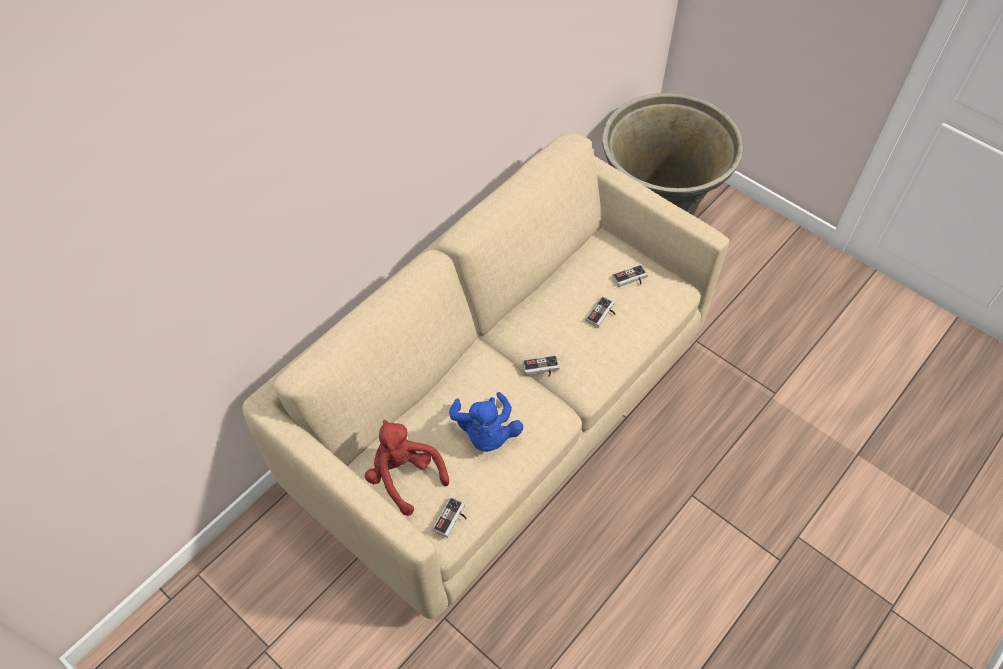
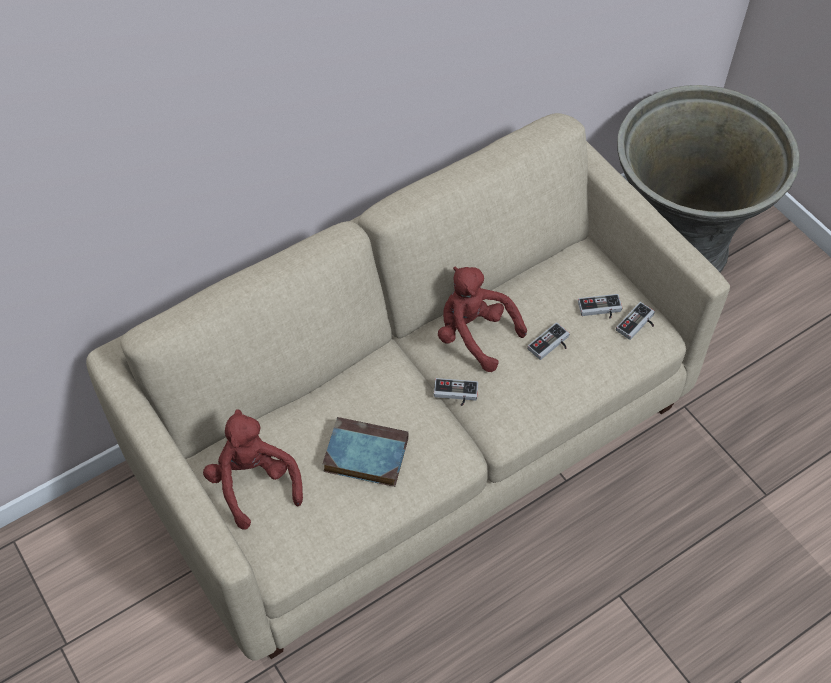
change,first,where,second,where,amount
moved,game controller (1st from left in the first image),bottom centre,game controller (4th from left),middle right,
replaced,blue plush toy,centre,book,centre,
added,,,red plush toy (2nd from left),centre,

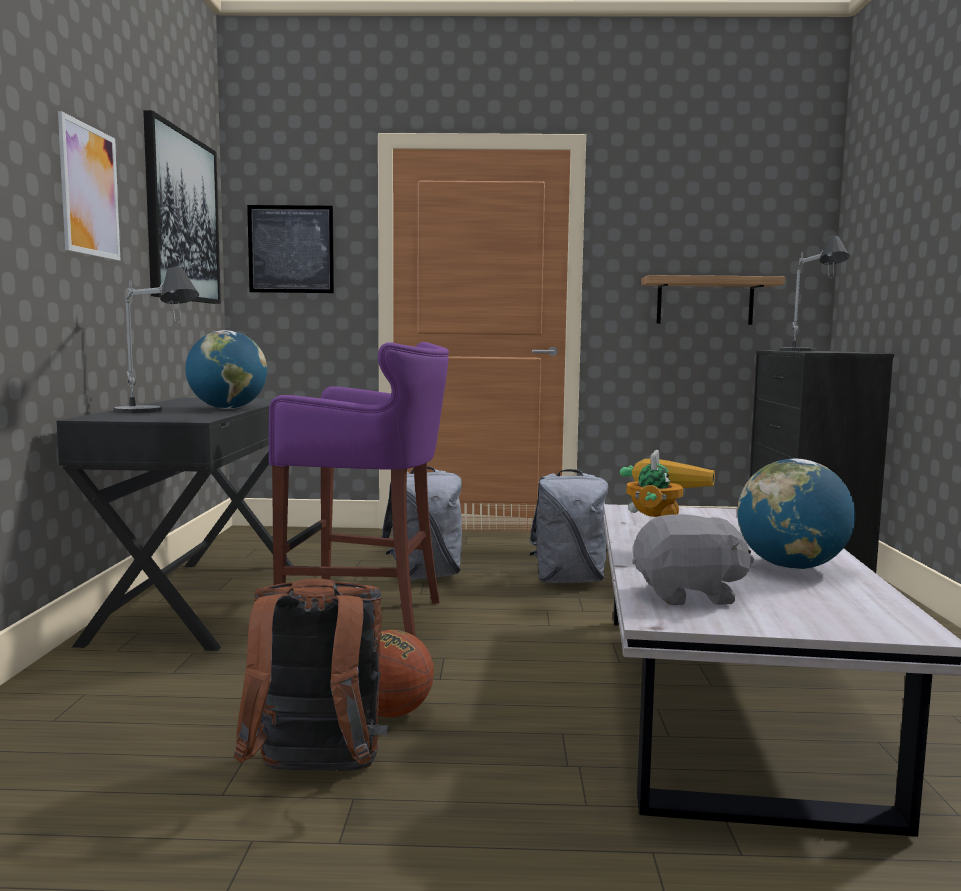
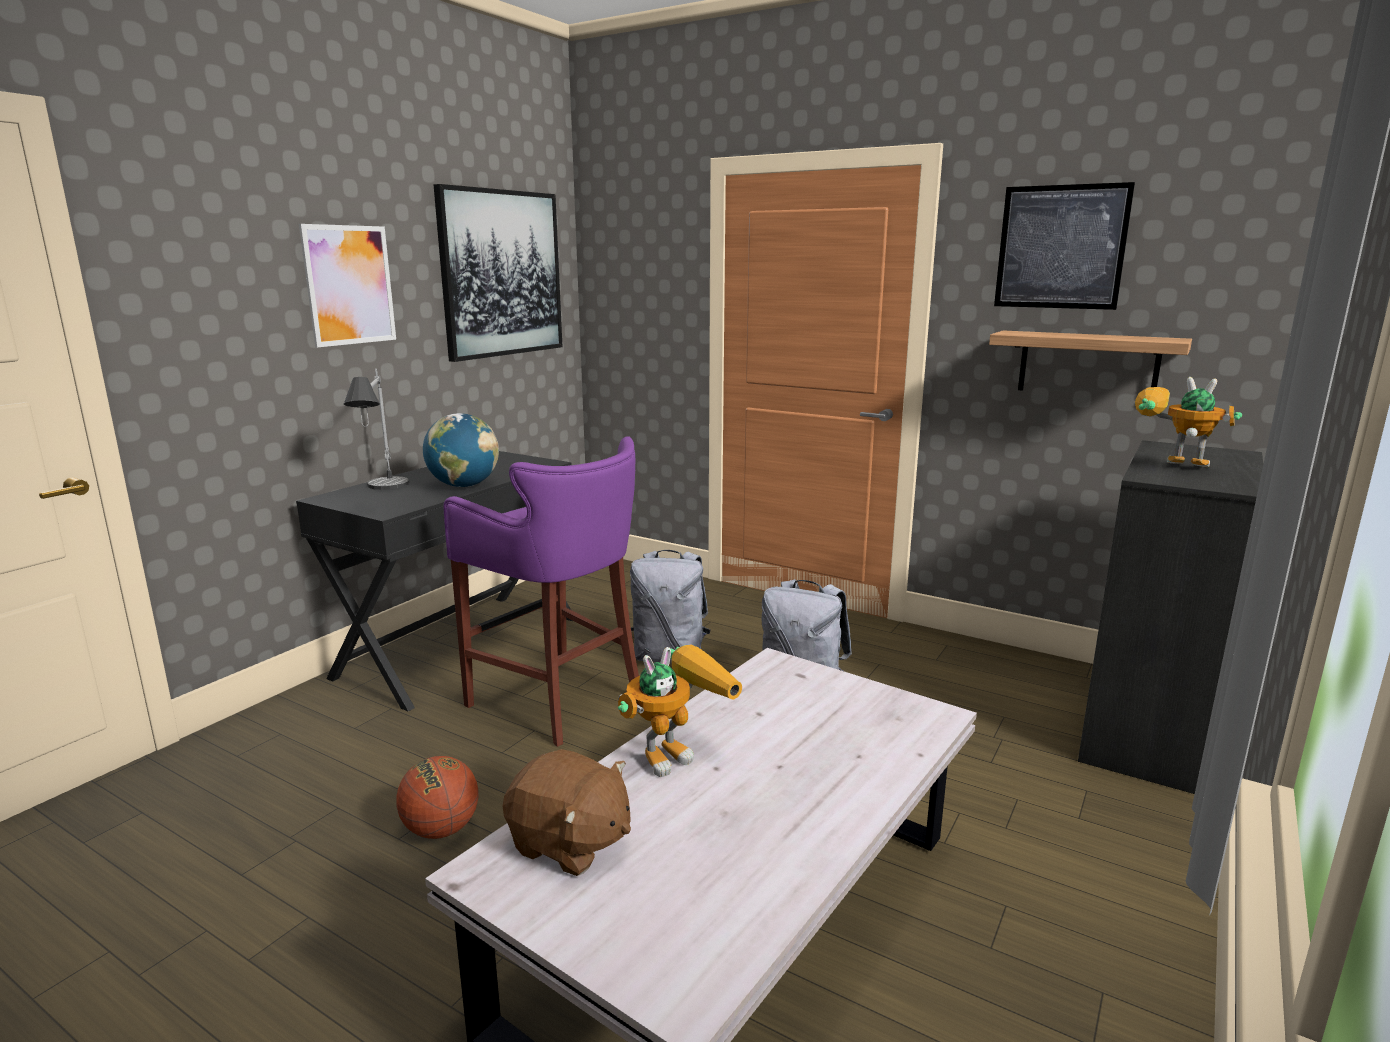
change,first,where,second,where,amount
removed,brown backpack,bottom left,,,
moved,picture (3rd from left),top left,,top right,
recoloured,grey plush toy,middle right,brown plush toy,bottom centre,
removed,globe (2nd from left),middle right,,,
replaced,table lamp (2nd from left),top right,toy robot (2nd from left),middle right,

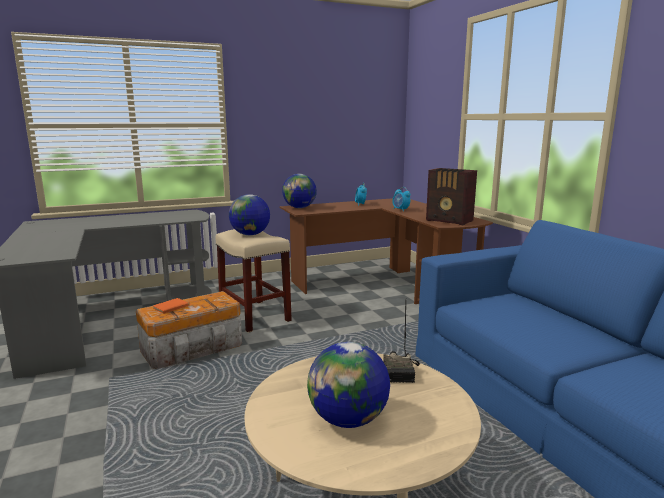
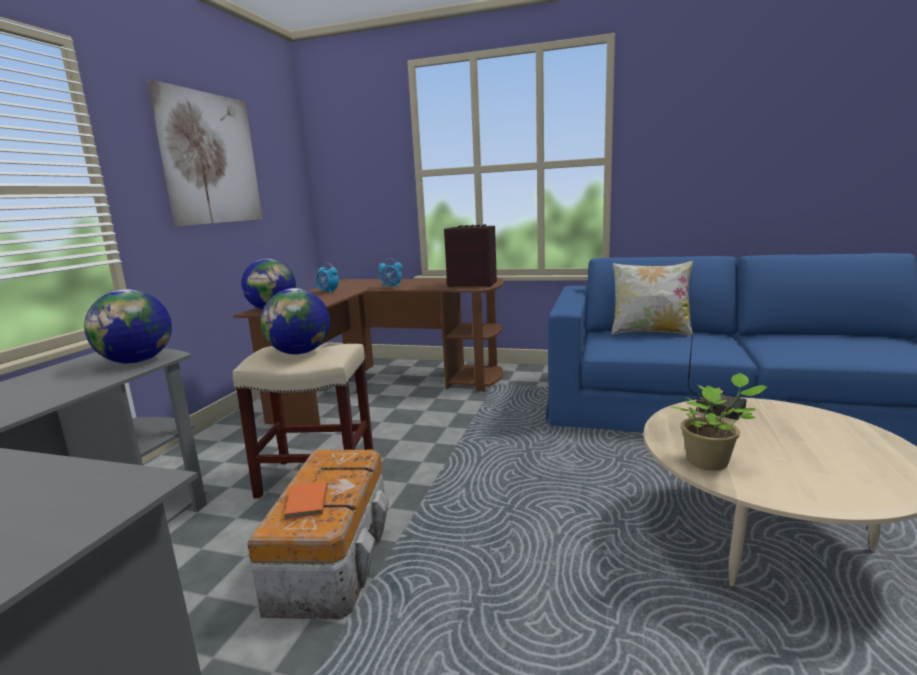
change,first,where,second,where,amount
moved,globe (3rd from left in the first image),bottom centre,globe (1st from left),middle left,
turned,radio (2nd from left in the first image),middle right,radio (1st from left),centre,150 degrees counterclockwise
added,,,picture,top left,
added,,,pillow,middle right,
added,,,potted plant,middle right,

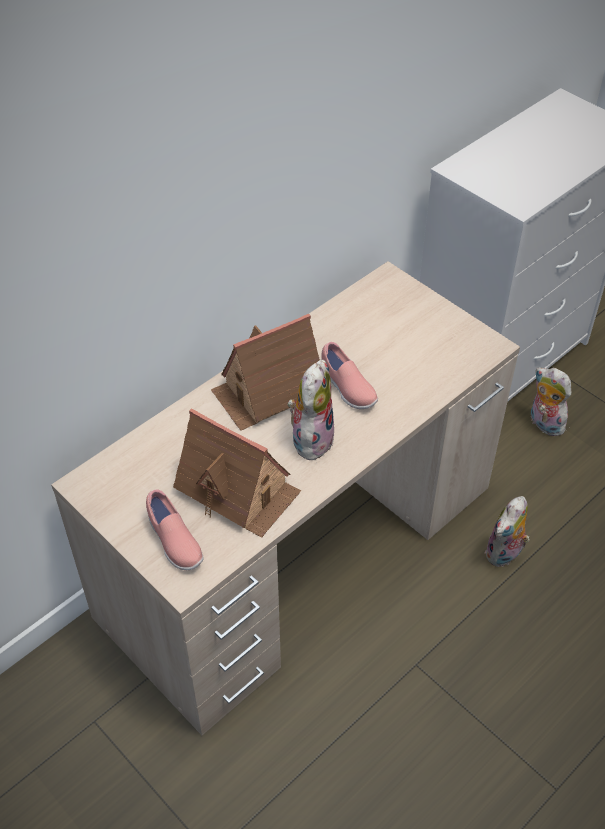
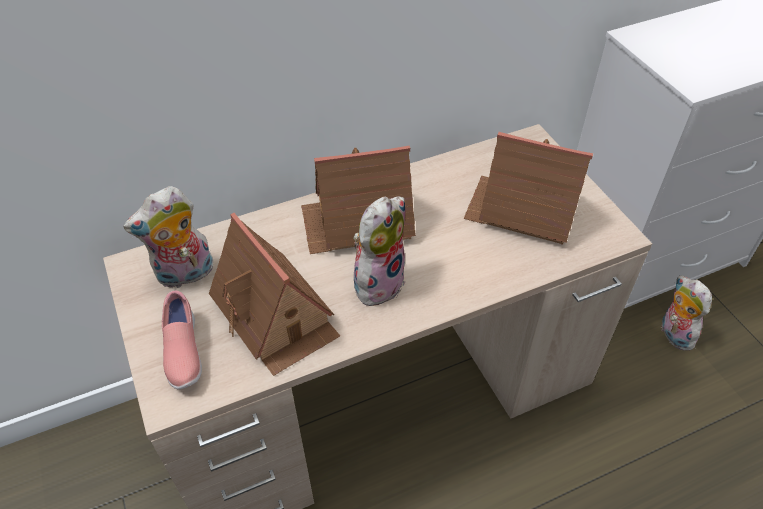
change,first,where,second,where,amount
removed,pink shoe (2nd from left),centre,,,
moved,plush toy (2nd from left in the first image),middle right,plush toy (1st from left),middle left,
added,,,toy house (3rd from left),middle right,

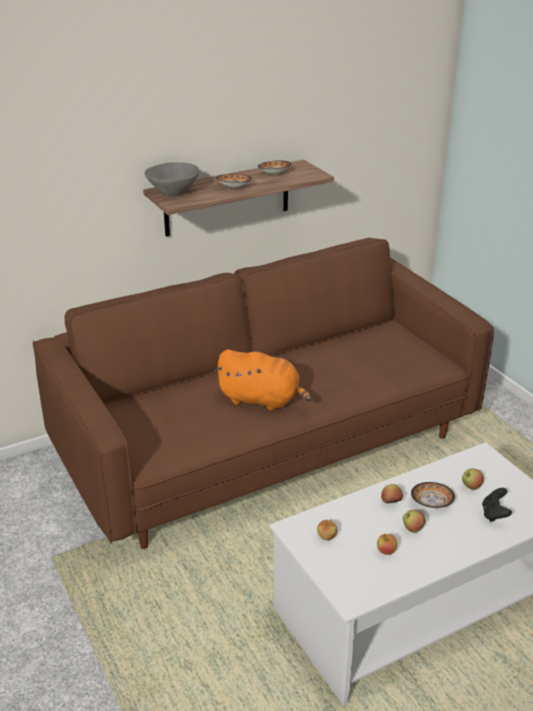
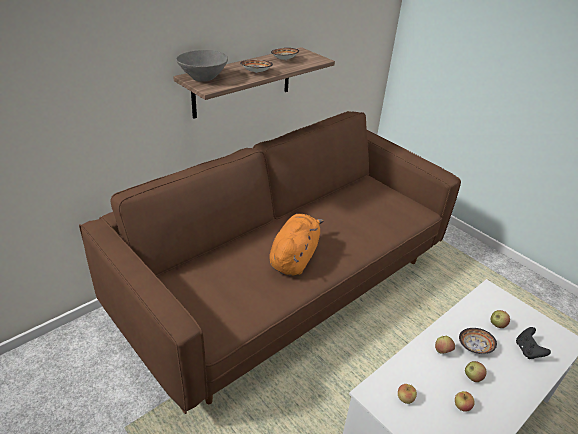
change,first,where,second,where,amount
turned,orange plush toy,centre,,centre,75 degrees counterclockwise

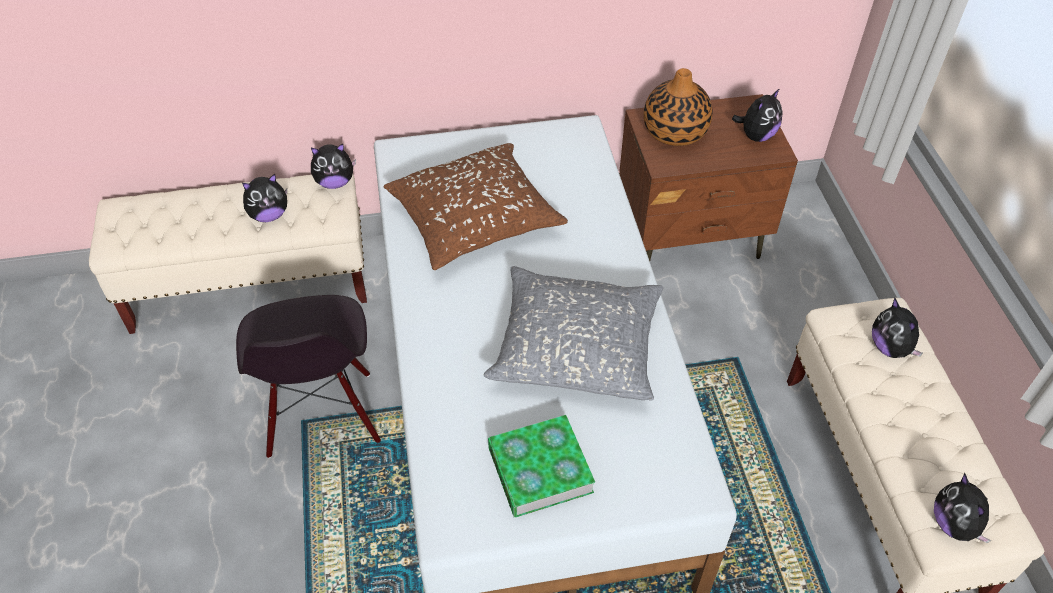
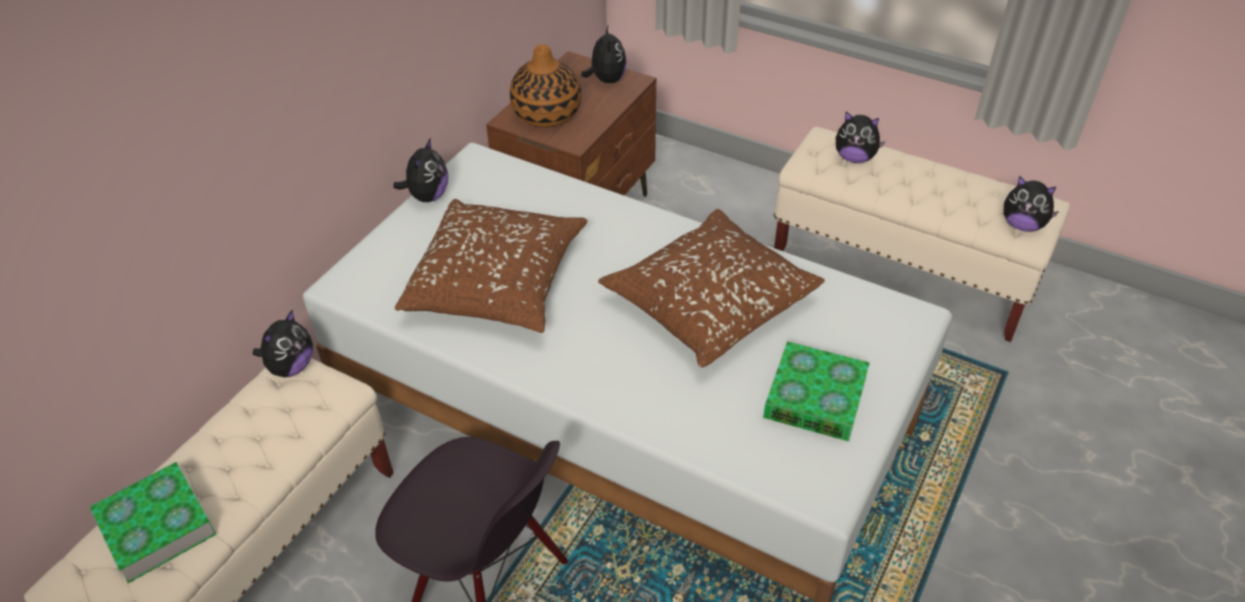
change,first,where,second,where,amount
moved,plush toy (1st from left in the first image),middle left,plush toy (2nd from left),top centre,
recoloured,grey pillow,centre,brown pillow (2nd from left),centre,
added,,,book (1st from left),bottom left,

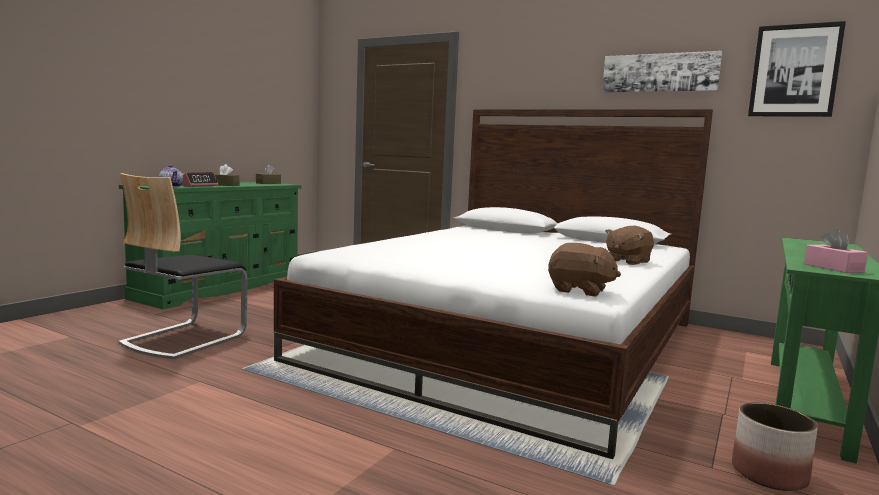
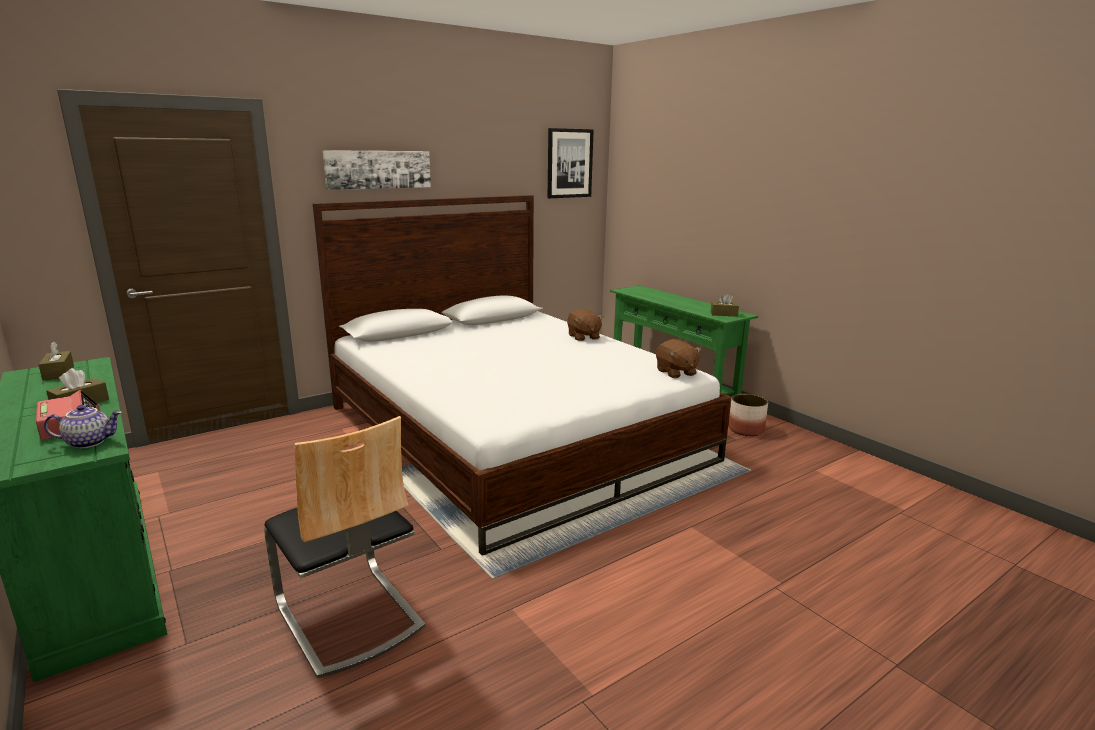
change,first,where,second,where,amount
turned,brown plush toy (1st from left in the first image),centre,brown plush toy (2nd from left),centre,105 degrees clockwise
moved,picture (1st from left),top right,,top centre,
recoloured,pink tissue box,middle right,brown tissue box (3rd from left),centre,

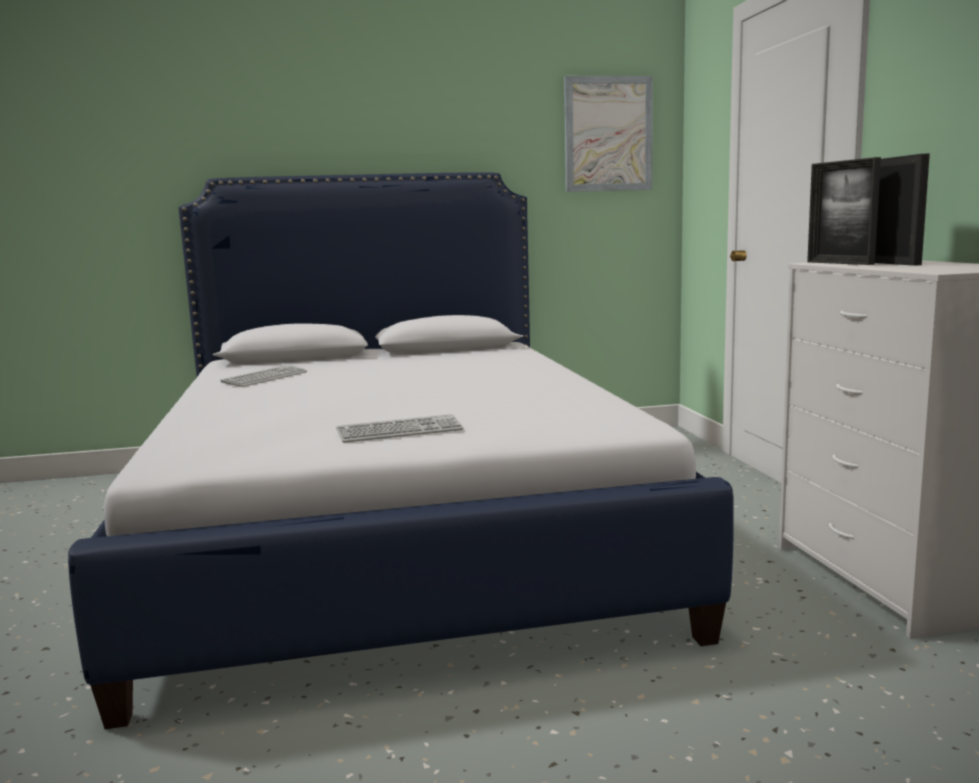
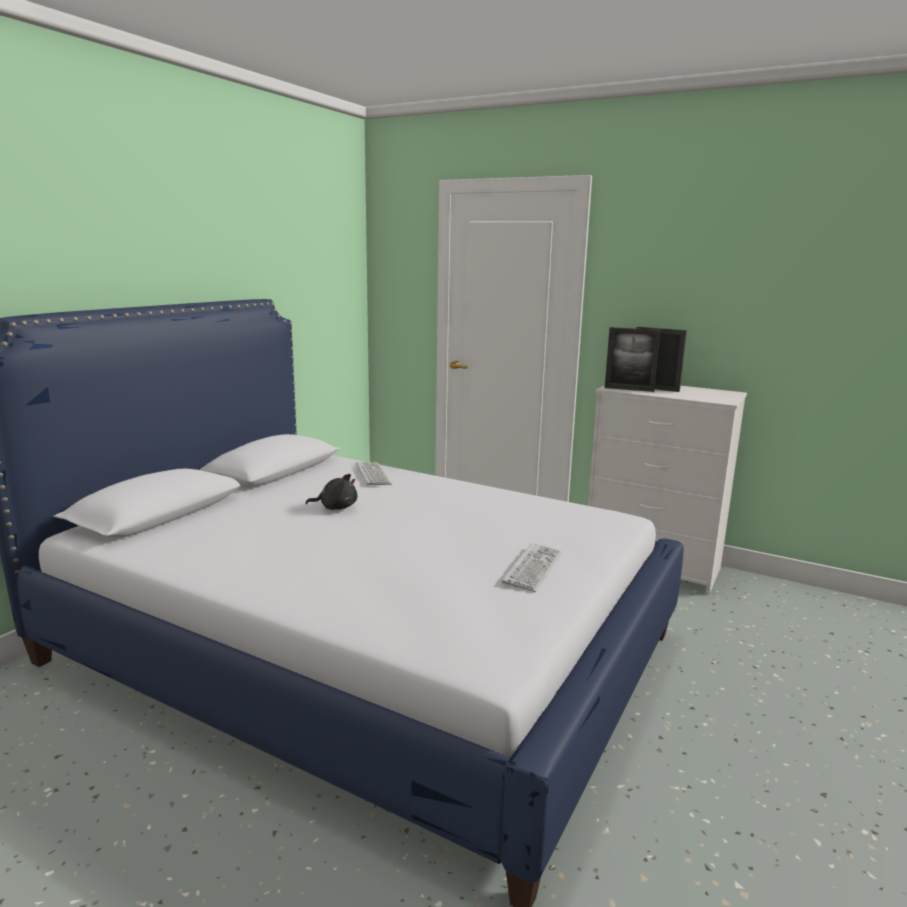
change,first,where,second,where,amount
moved,keyboard (1st from left),middle left,,centre,
removed,picture,top centre,,,
added,,,black plush toy,centre,

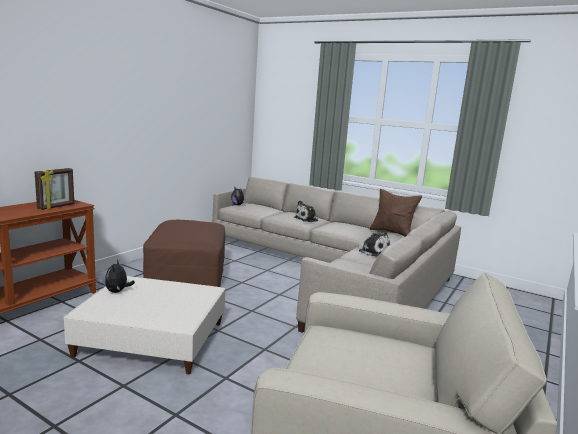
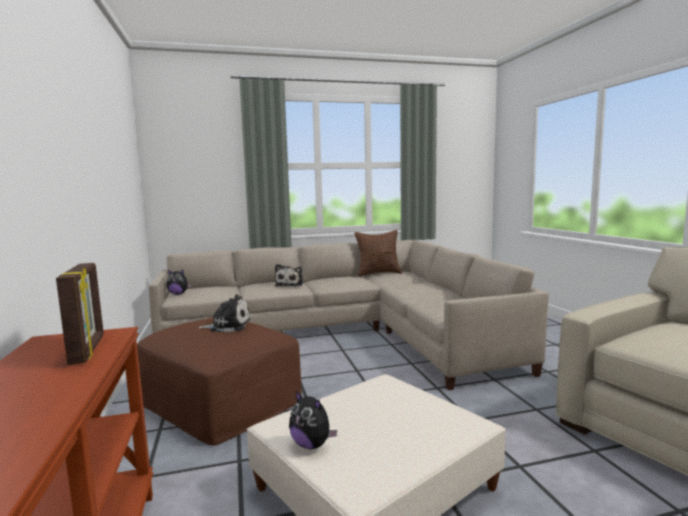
change,first,where,second,where,amount
moved,plush toy (4th from left in the first image),centre,plush toy (2nd from left),middle left,

